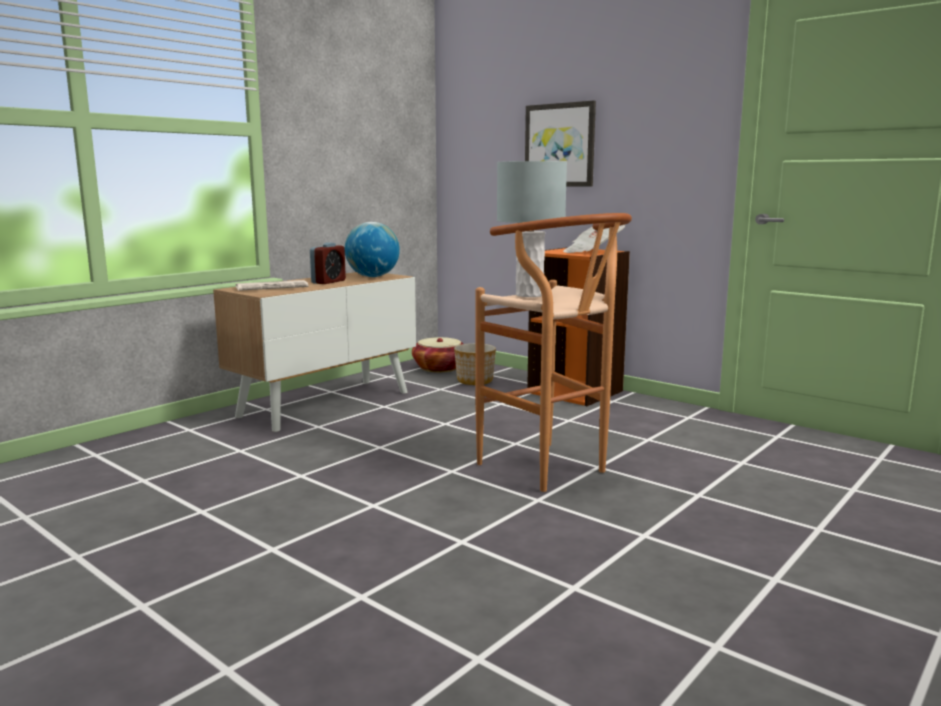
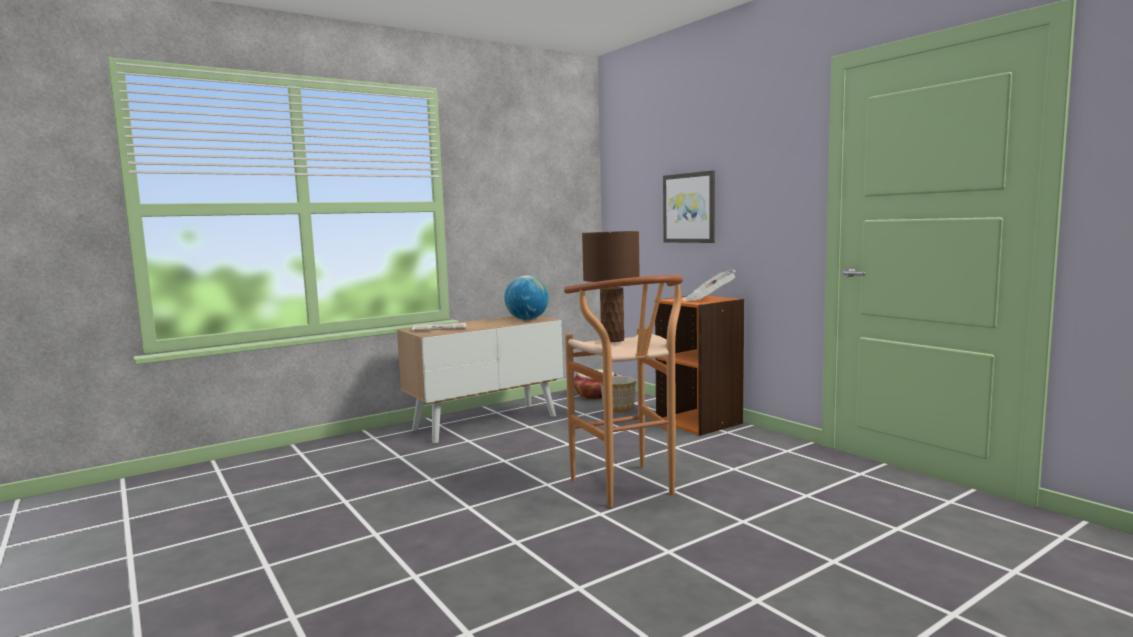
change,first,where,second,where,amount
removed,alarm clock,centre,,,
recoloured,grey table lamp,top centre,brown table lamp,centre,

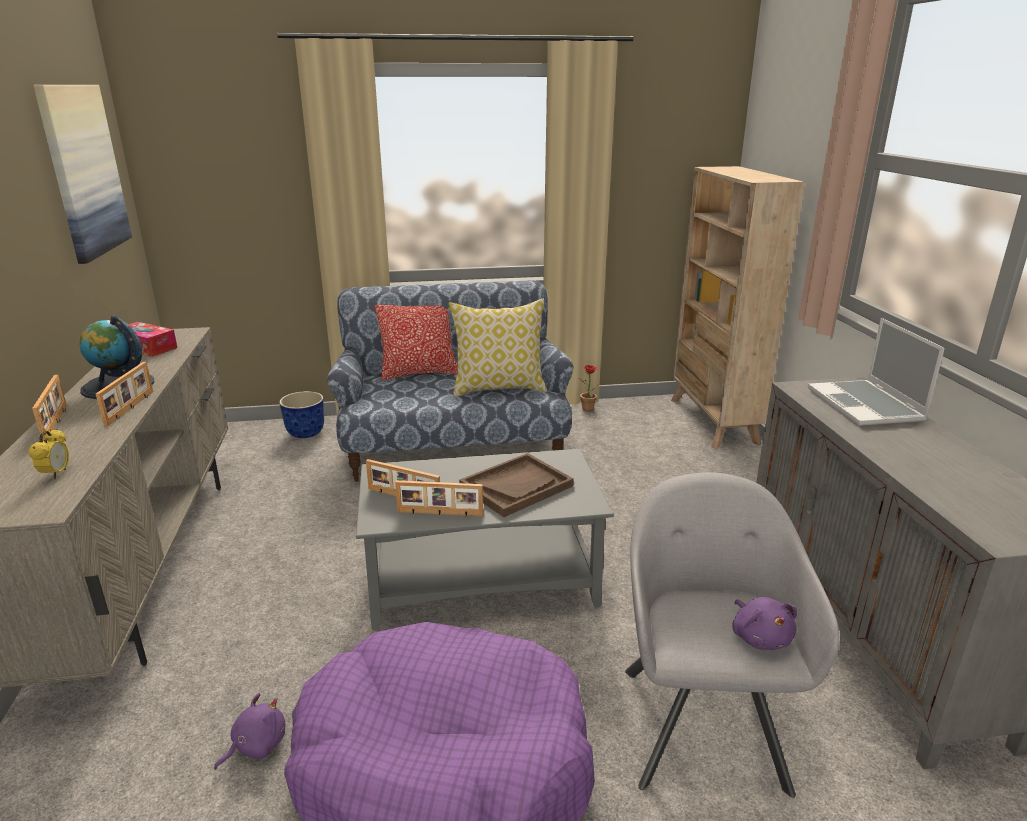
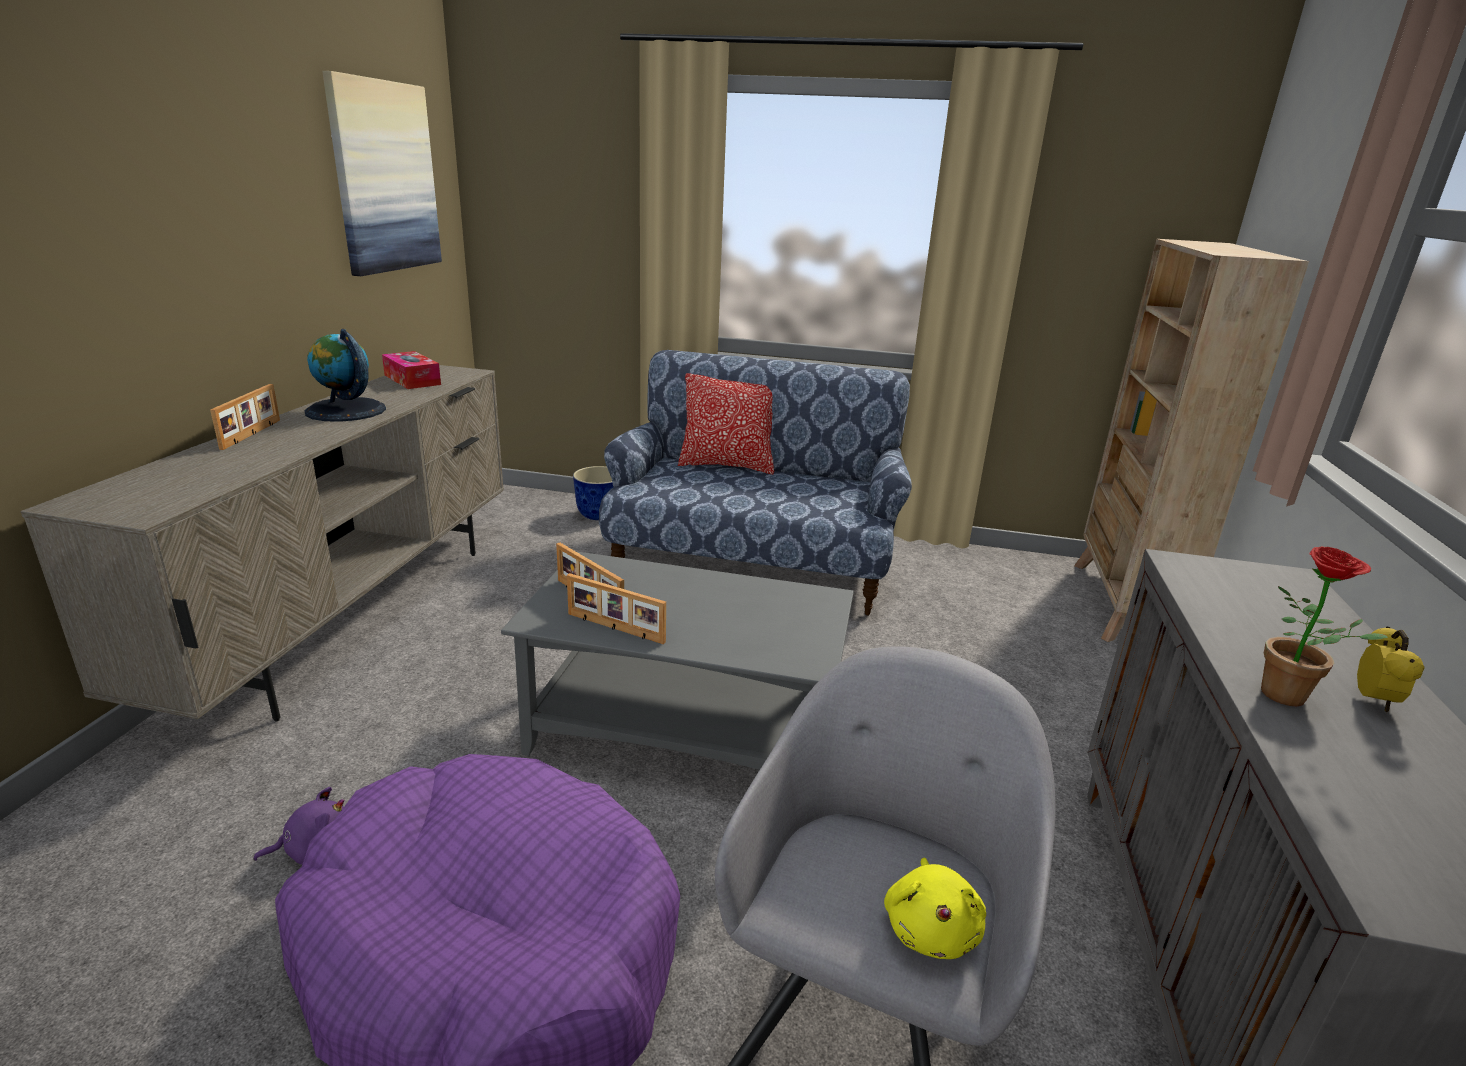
change,first,where,second,where,amount
moved,alarm clock,middle left,,middle right,
removed,picture frame (2nd from left),middle left,,,
removed,pillow (2nd from left),centre,,,
removed,brown tray,centre,,,
moved,potted plant,centre,,middle right,
recoloured,purple plush toy (2nd from left),bottom right,yellow plush toy,bottom centre,
removed,laptop,middle right,,,

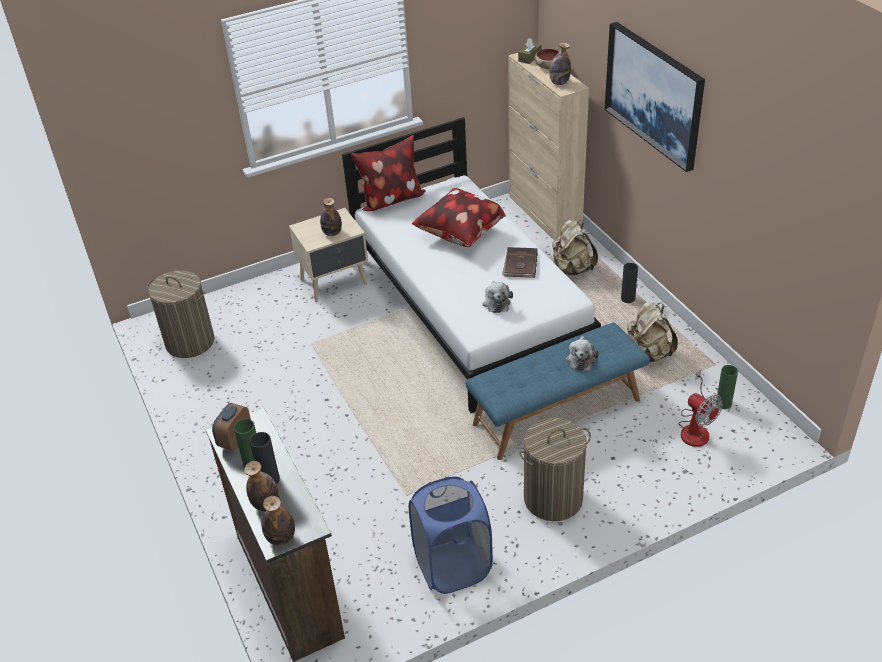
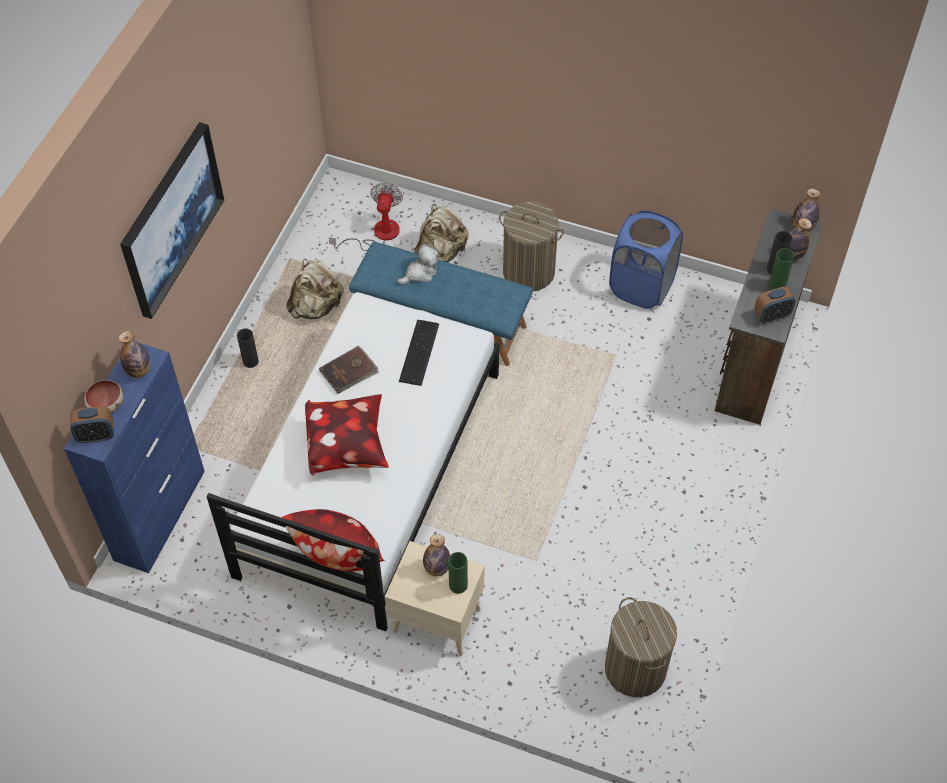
change,first,where,second,where,amount
replaced,plush toy (1st from left),centre,keyboard,centre,
recoloured,beige cabinet,top centre,blue cabinet,middle left,
replaced,brown tissue box,top centre,alarm clock (1st from left),middle left,
moved,beige backpack (1st from left in the first image),centre,beige backpack (2nd from left),top centre,
moved,green vase (2nd from left in the first image),middle right,green vase (1st from left),bottom centre,

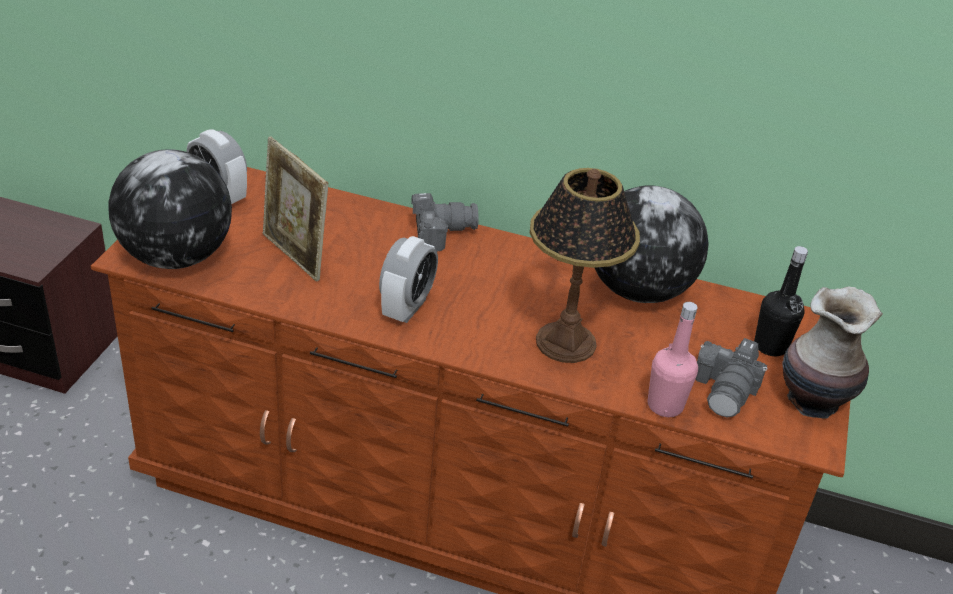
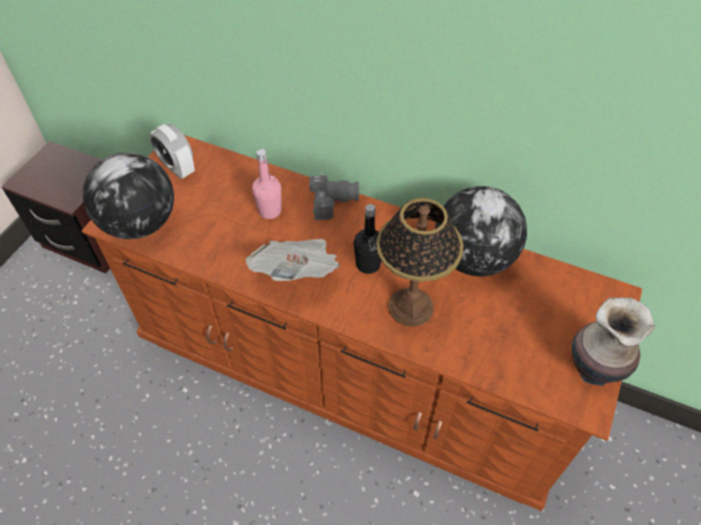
change,first,where,second,where,amount
removed,picture frame,middle left,,,
replaced,alarm clock (2nd from left),centre,newspaper,centre,
moved,pink bottle,middle right,,centre,
removed,photo camera (2nd from left),middle right,,,
moved,black bottle,middle right,,centre,

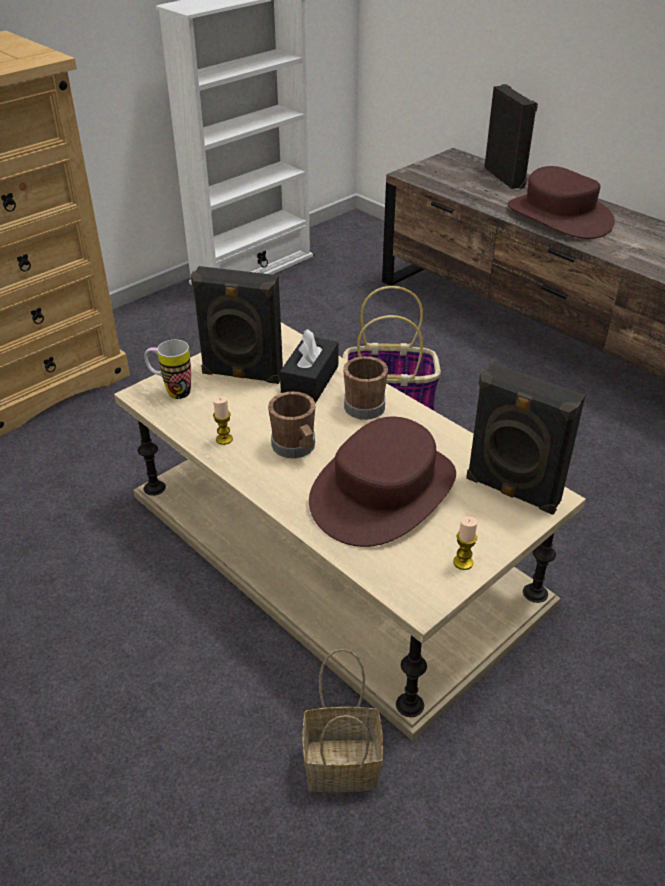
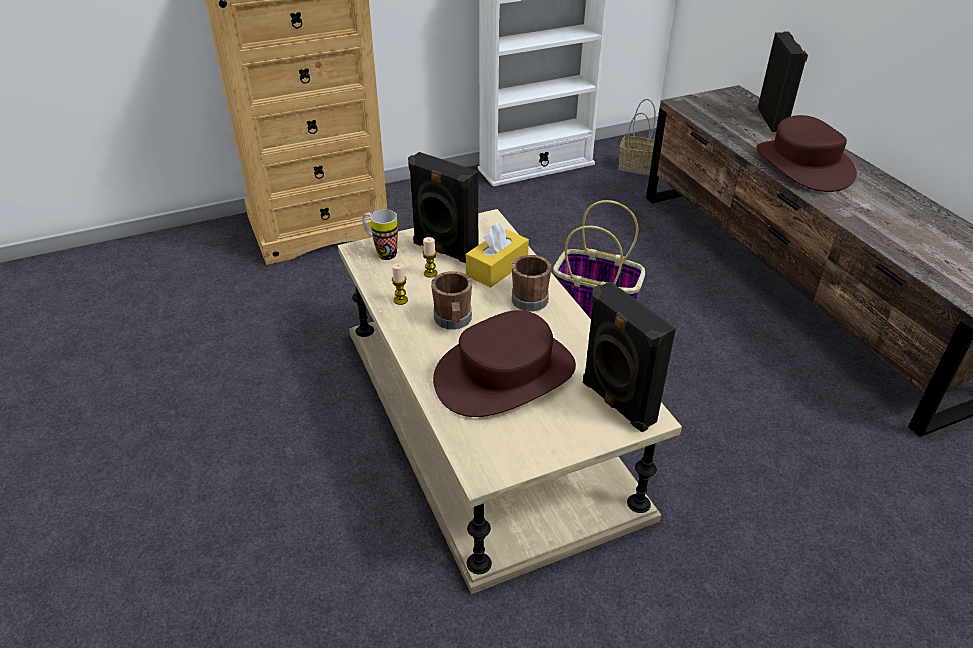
change,first,where,second,where,amount
recoloured,black tissue box,centre,yellow tissue box,centre,
moved,basket (1st from left in the first image),bottom centre,basket (2nd from left),top centre,
moved,candle (2nd from left),middle right,,centre,

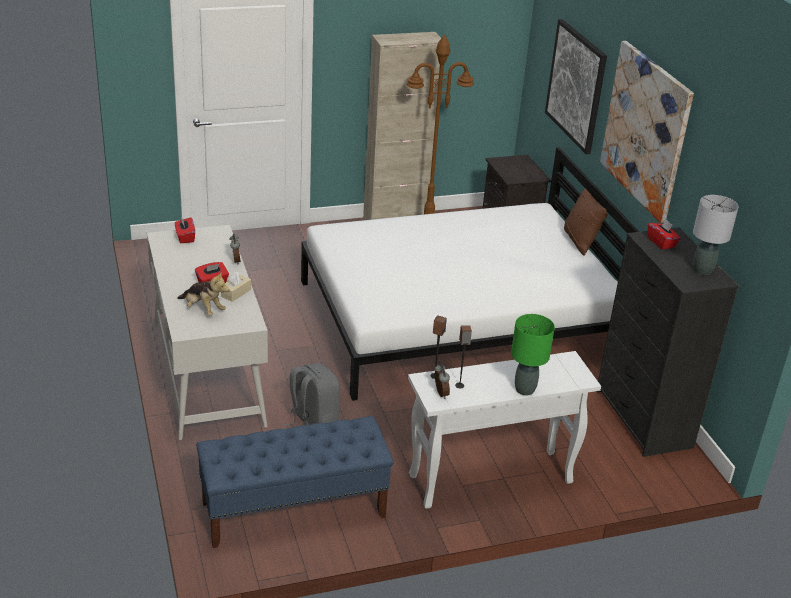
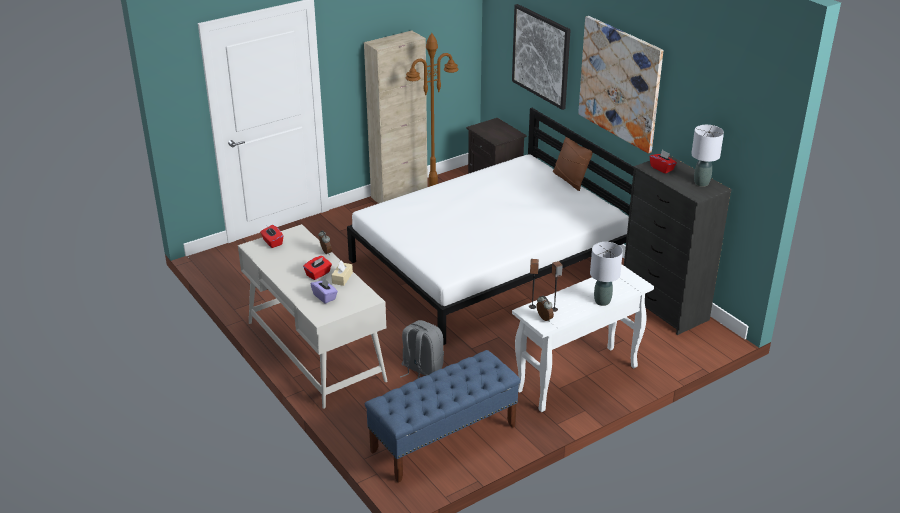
change,first,where,second,where,amount
replaced,plush toy,middle left,purple tissue box,centre,
recoloured,green table lamp,middle right,grey table lamp (1st from left),middle right,

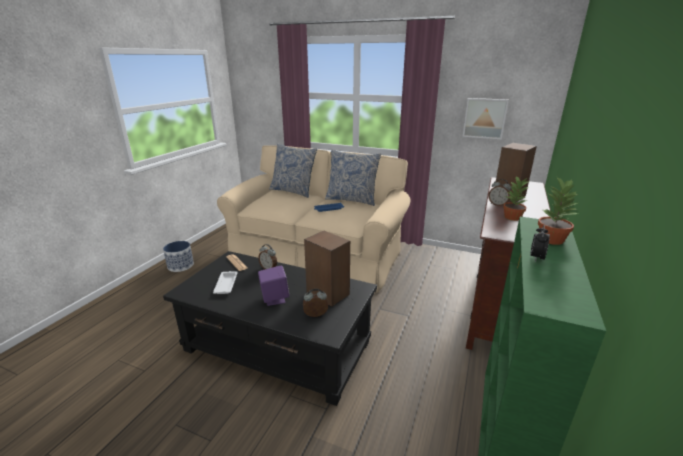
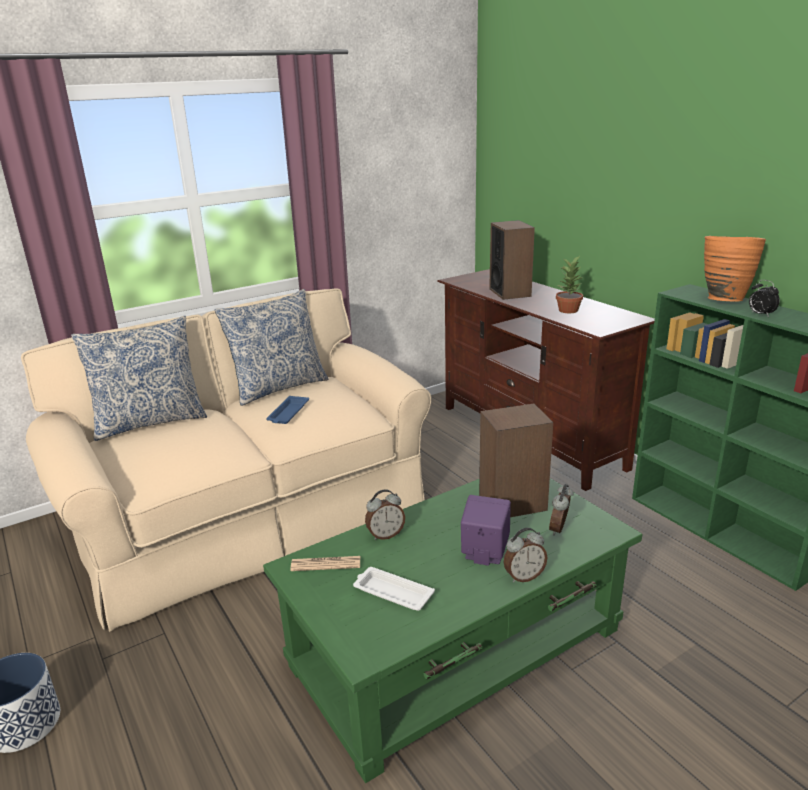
change,first,where,second,where,amount
recoloured,black coffee table,bottom centre,green coffee table,bottom centre,
removed,picture,top right,,,
moved,alarm clock (3rd from left in the first image),middle right,alarm clock (2nd from left),bottom centre,
replaced,potted plant (2nd from left),middle right,orange vase,middle right,

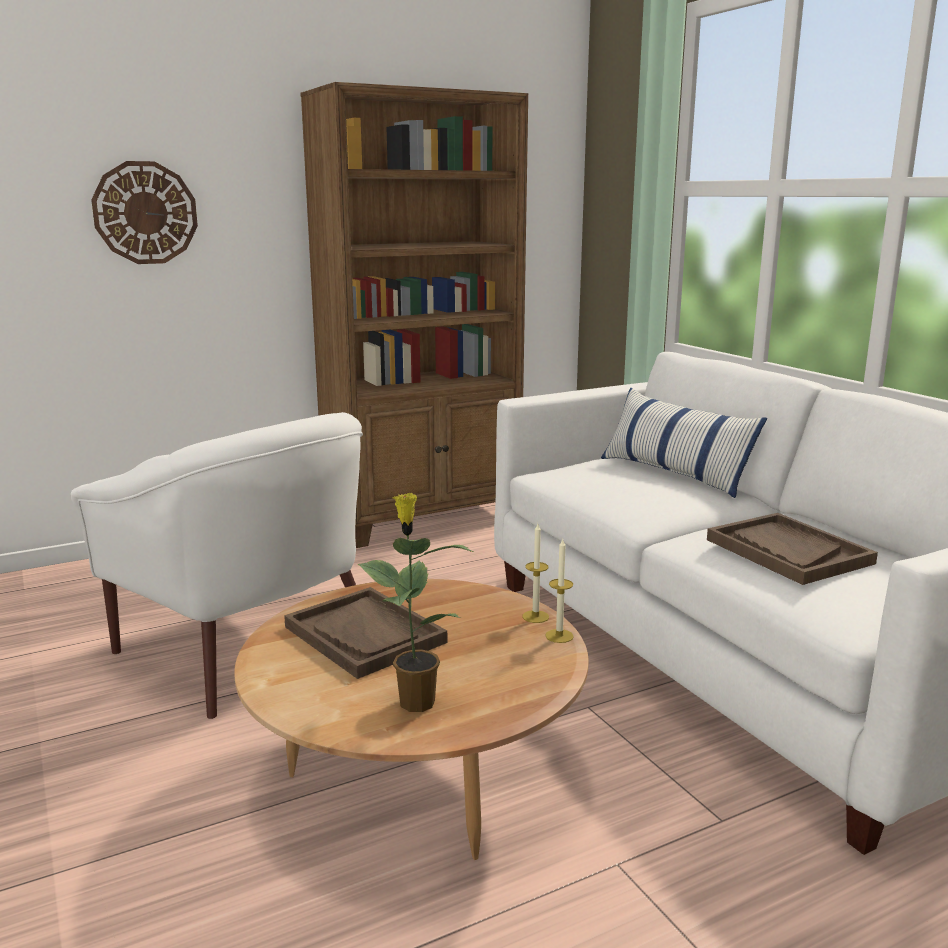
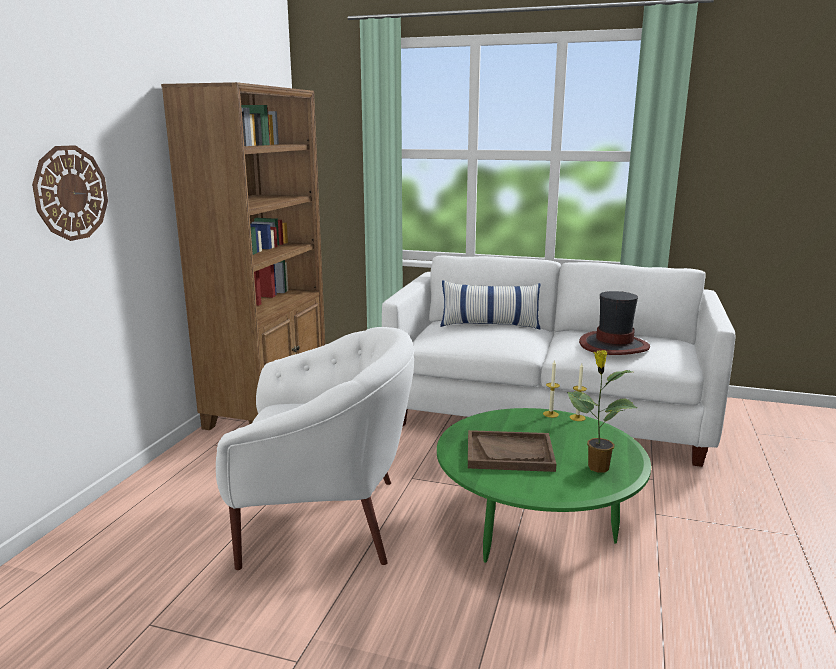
change,first,where,second,where,amount
recoloured,brown coffee table,bottom centre,green coffee table,bottom centre,
replaced,brown tray (2nd from left),middle right,hat,middle right,

